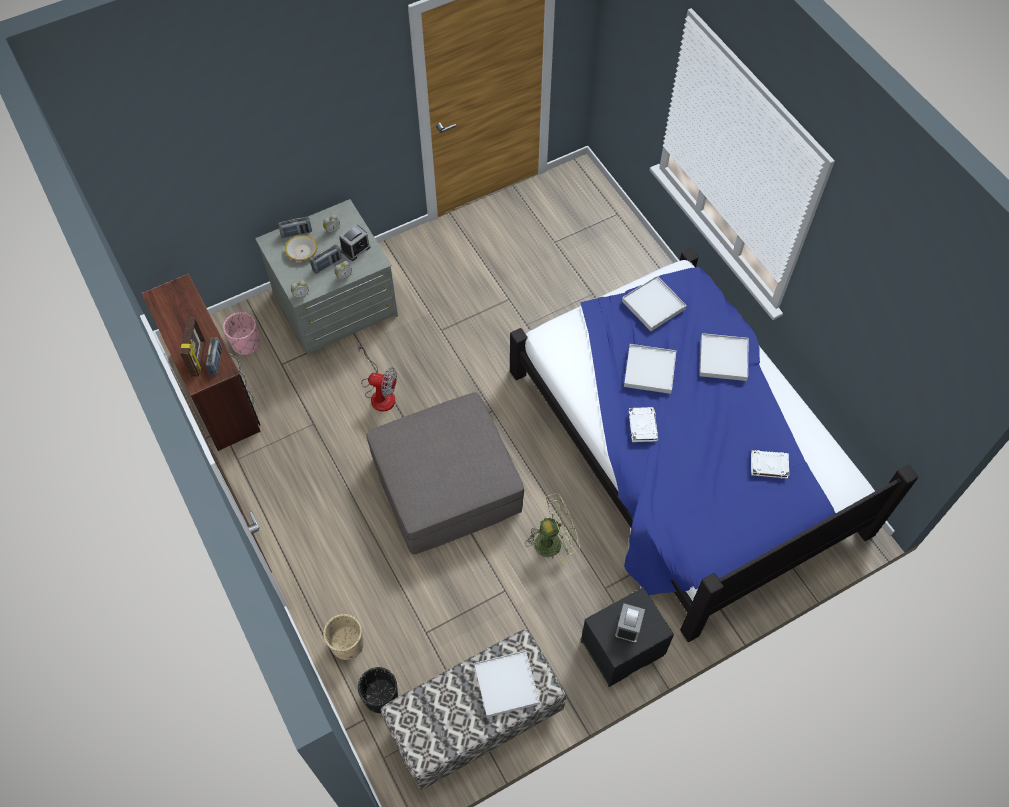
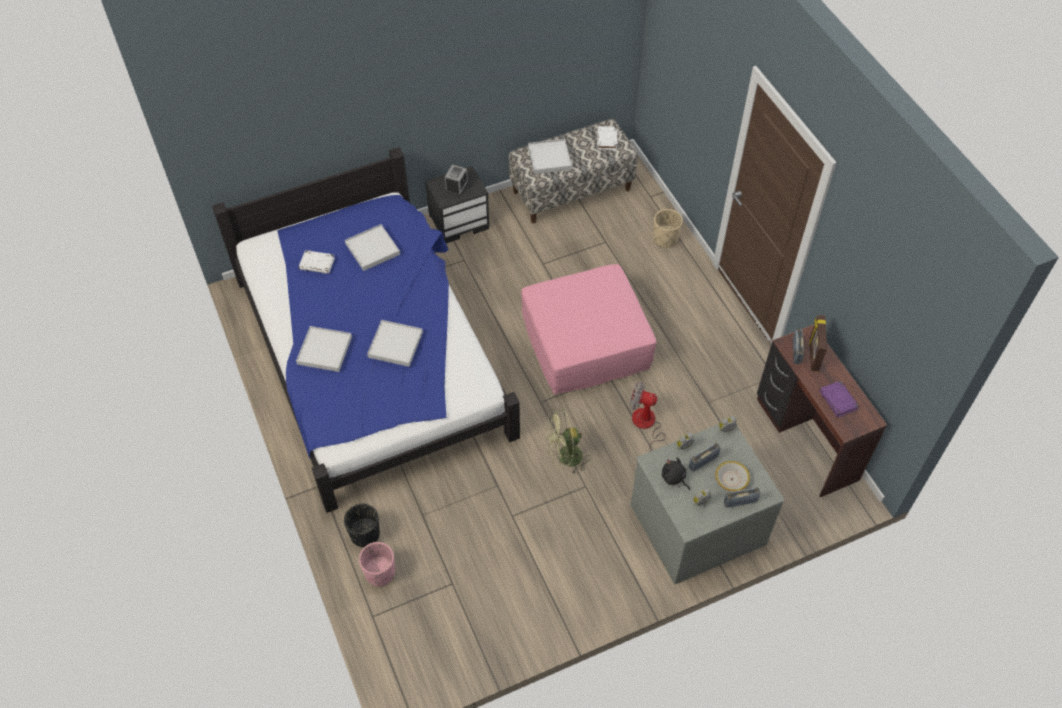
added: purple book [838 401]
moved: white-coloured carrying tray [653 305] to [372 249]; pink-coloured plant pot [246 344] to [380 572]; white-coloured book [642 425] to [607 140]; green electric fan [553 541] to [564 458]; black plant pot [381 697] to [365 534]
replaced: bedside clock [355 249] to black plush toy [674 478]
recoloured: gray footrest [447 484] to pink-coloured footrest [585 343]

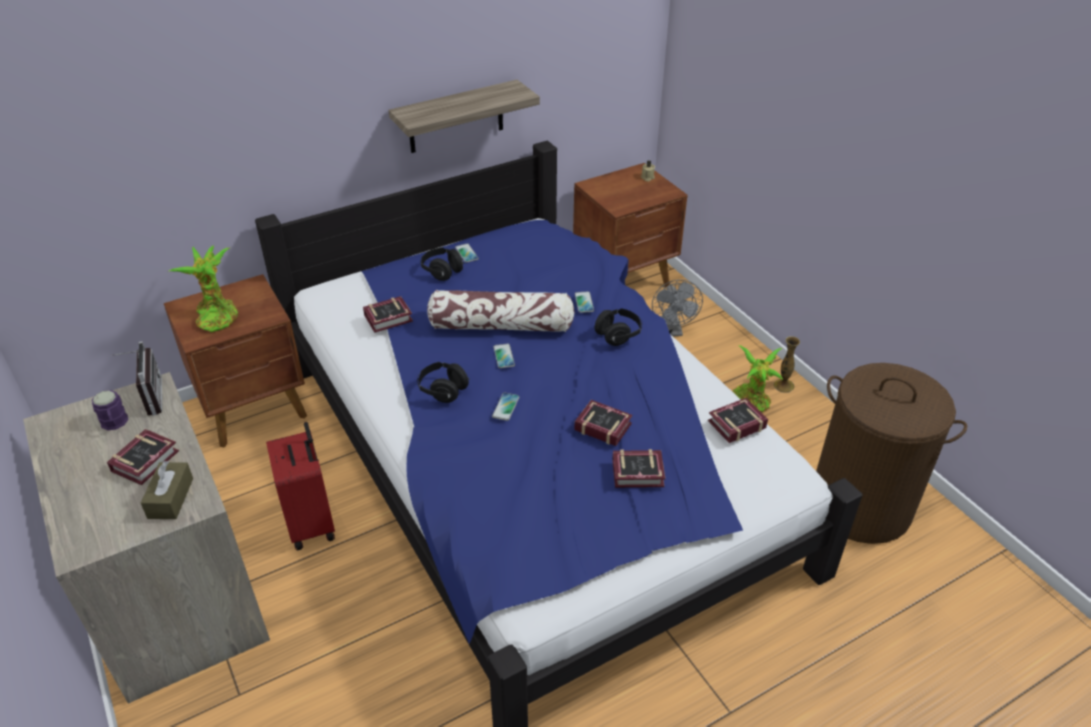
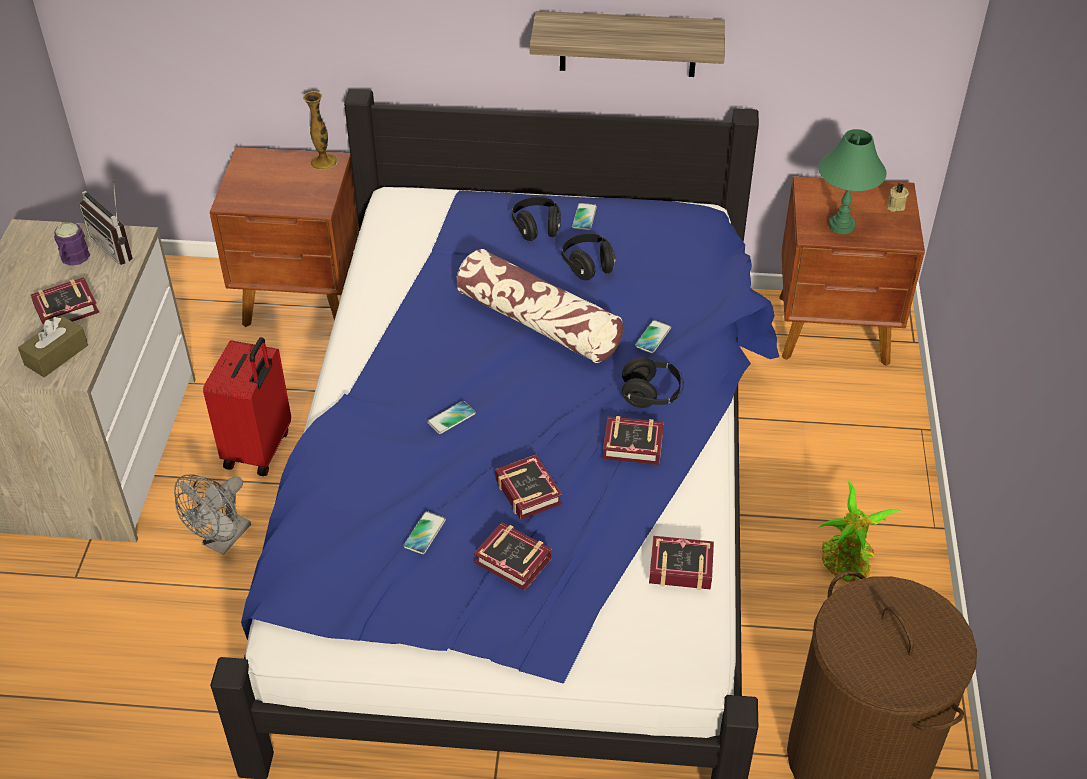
removed: houseplant [216 316]
added: green lamp for a table [841 225]
moved: gray electric fan [672 331] to [222 541]; book [390 318] to [635 447]; decorative vase [783 386] to [324 162]; telephone [504 356] to [424 533]; black pair of headphones [443 390] to [588 266]
turned: radio [147 398] = [118 246] 120 degrees clockwise

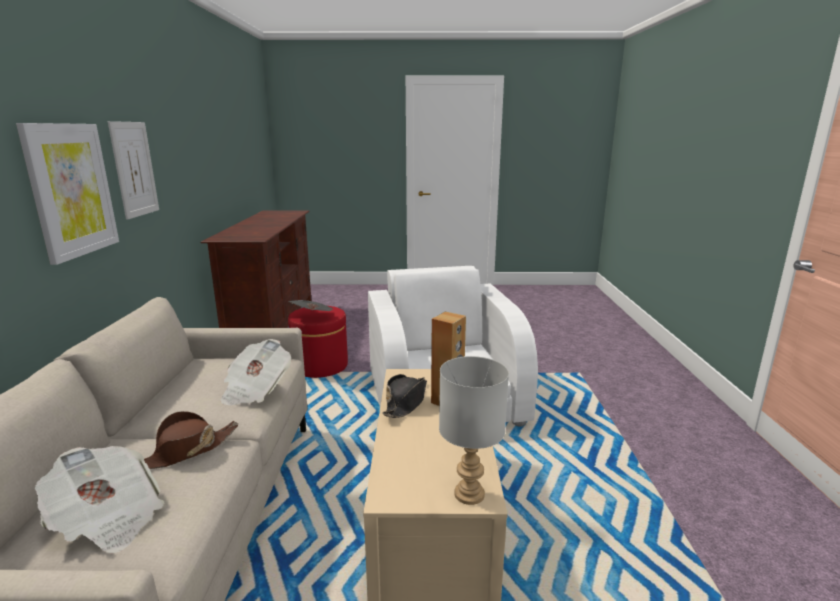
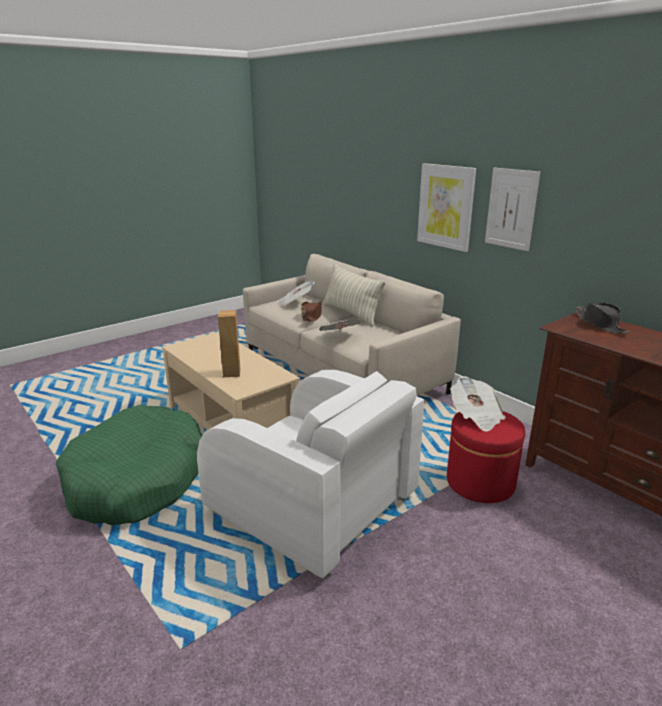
removed: gray lamp for a table [468 493]
added: pillow [351 314]; green dog bed [137 480]
moved: black clothing hat [406 402] to [600 324]

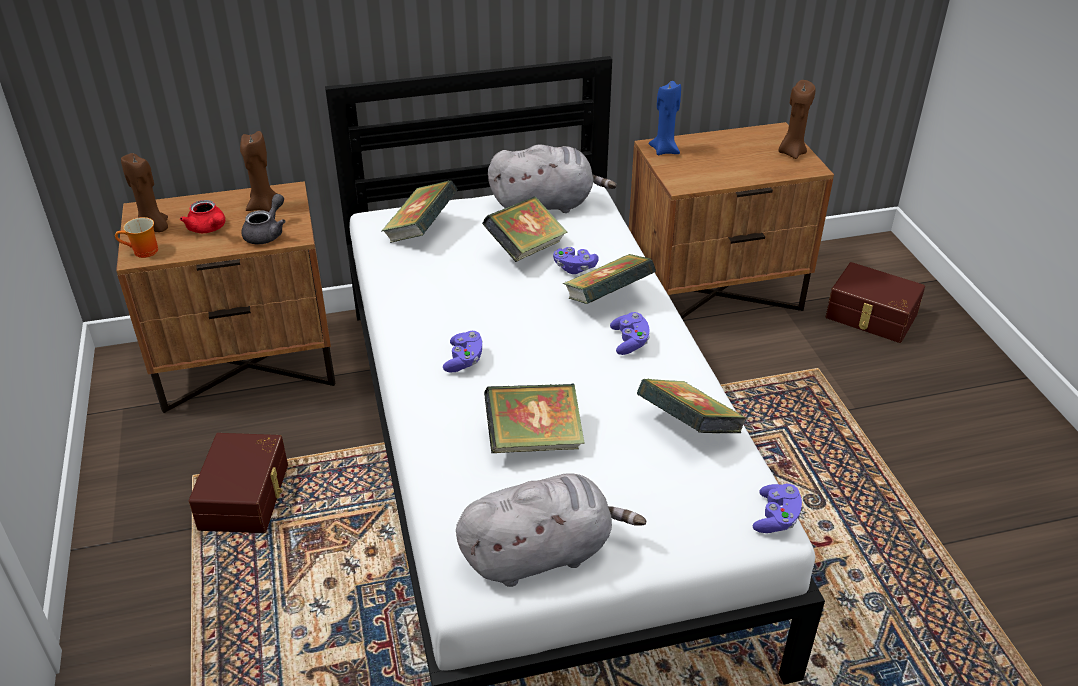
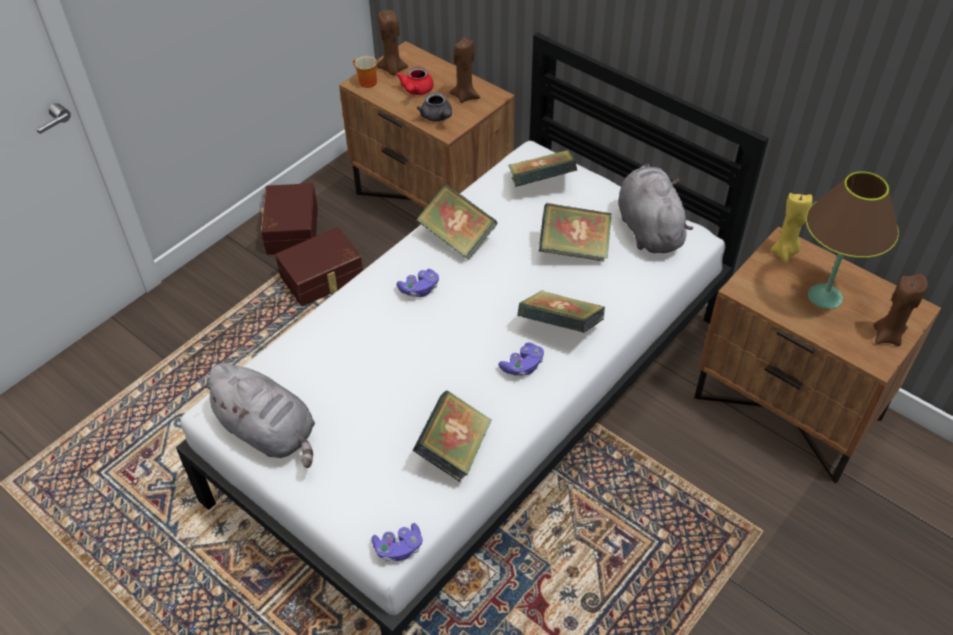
removed: purple gamepad [574 268]
added: brownish lamp for a table [824 296]
moved: brownish storage box [870 317] to [290 230]; book [534 440] to [457 238]
recoloured: blue wax light [664 150] to yellow wax light [785 252]
turned: gray plush toy [546 205] = [648 228] 150 degrees counterclockwise; gray teapot [267 233] = [437 117] 75 degrees clockwise

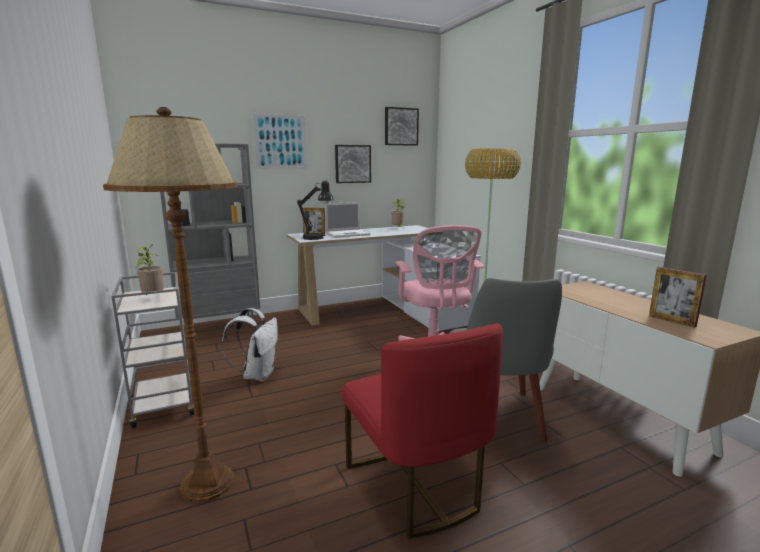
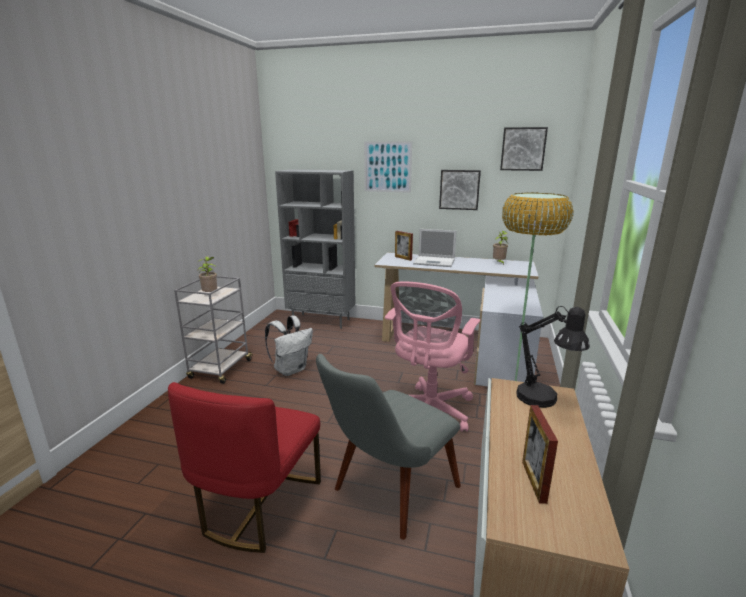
removed: brownish floor lamp [208 483]
moved: black lamp for a table [317 238] to [543 401]

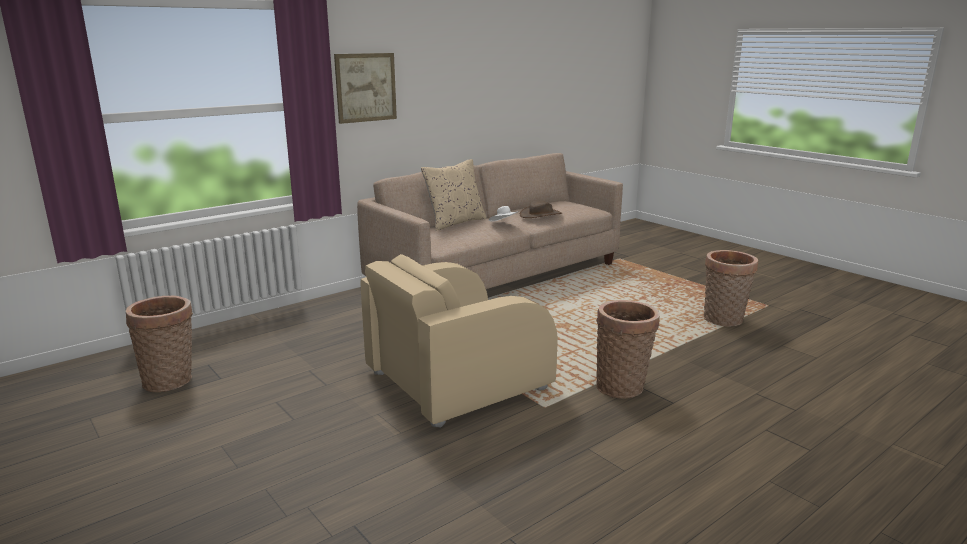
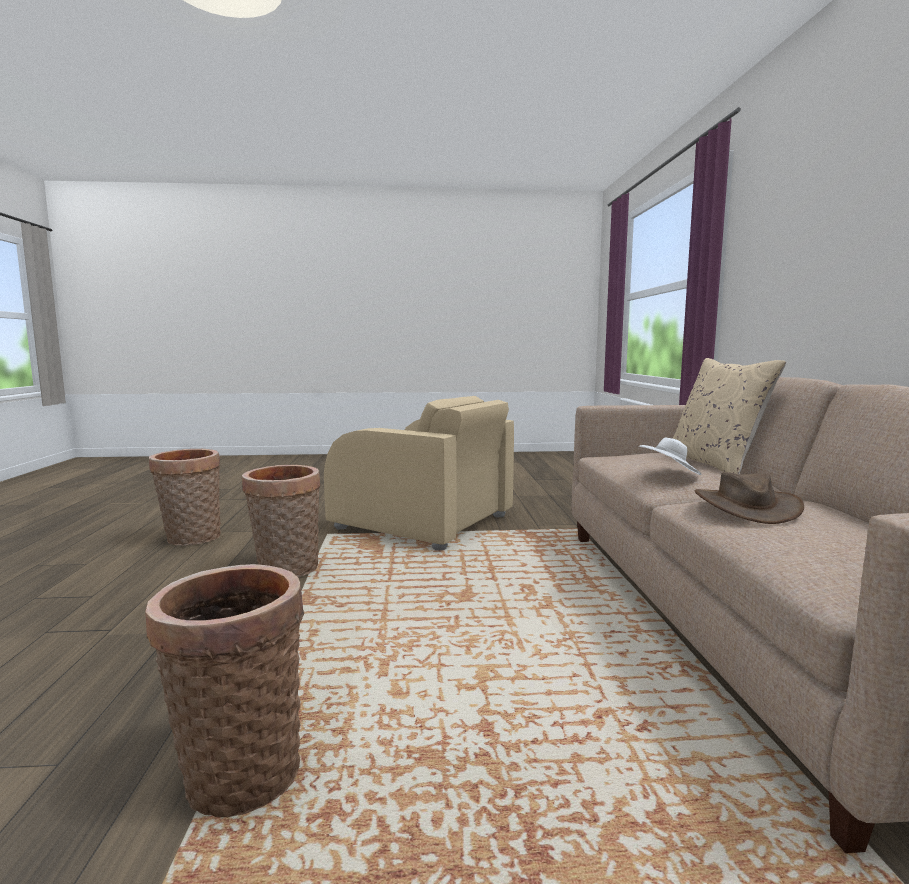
removed: wall art [366 87]
moved: basket [171 380] to [191 539]
turned: beige-coloured armchair [456 381] = [424 522] 120 degrees clockwise

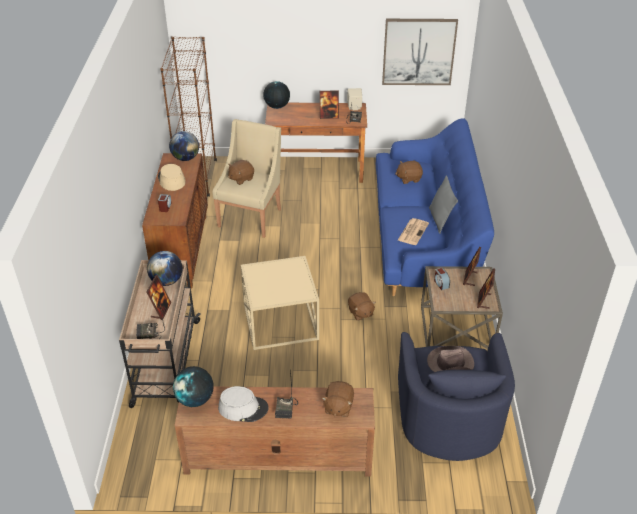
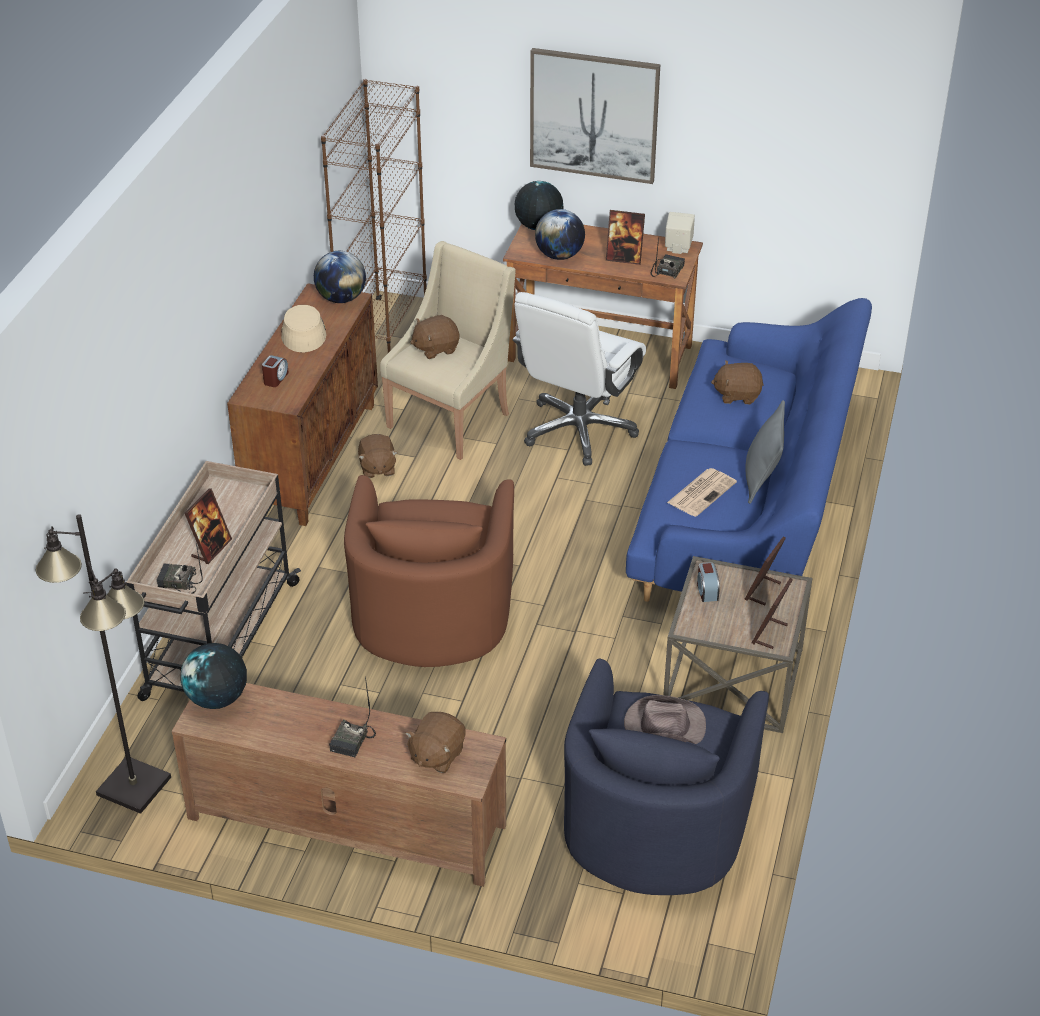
removed: gray clothing hat [243 408]
added: white-coloured office chair [578 430]; black floor lamp [134 785]
moved: wall art [418 52] to [594 115]; globe [166 281] to [559 256]; brownish plush toy [360 313] to [377 468]
replaced: beige-coloured side table [280 322] to brownish armchair [431 609]

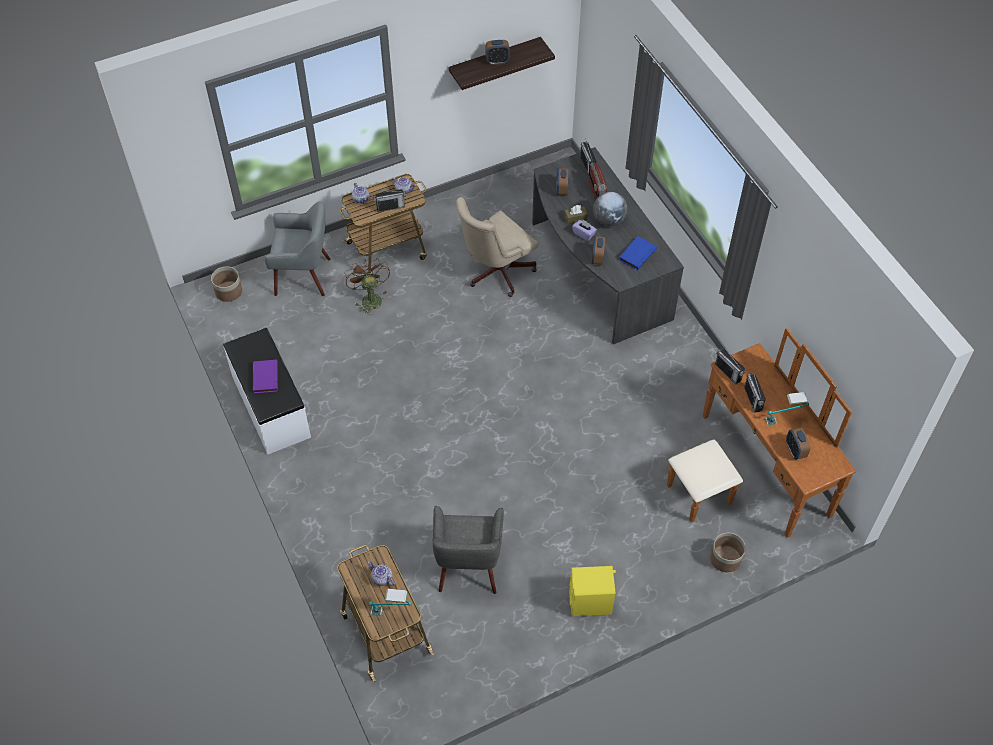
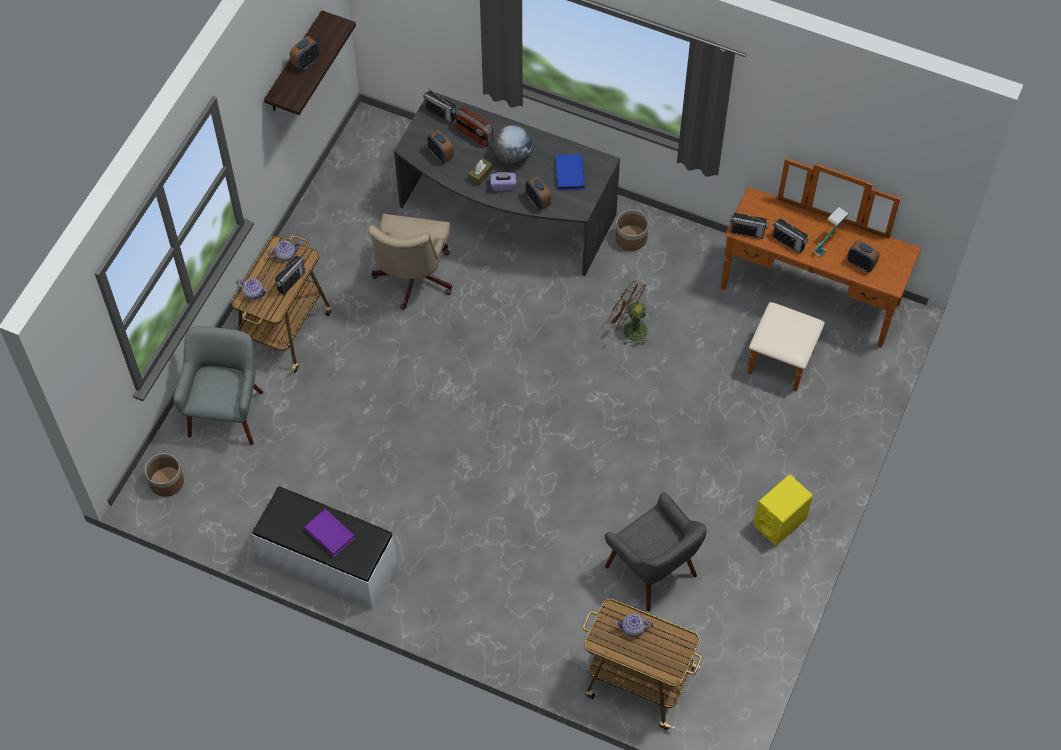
removed: lamp for a table [392 612]
moved: brownish electric fan [369 298] to [629 328]; plant pot [725 558] to [630 238]
turned: gray armchair [303 276] = [227 413] 45 degrees counterclockwise

